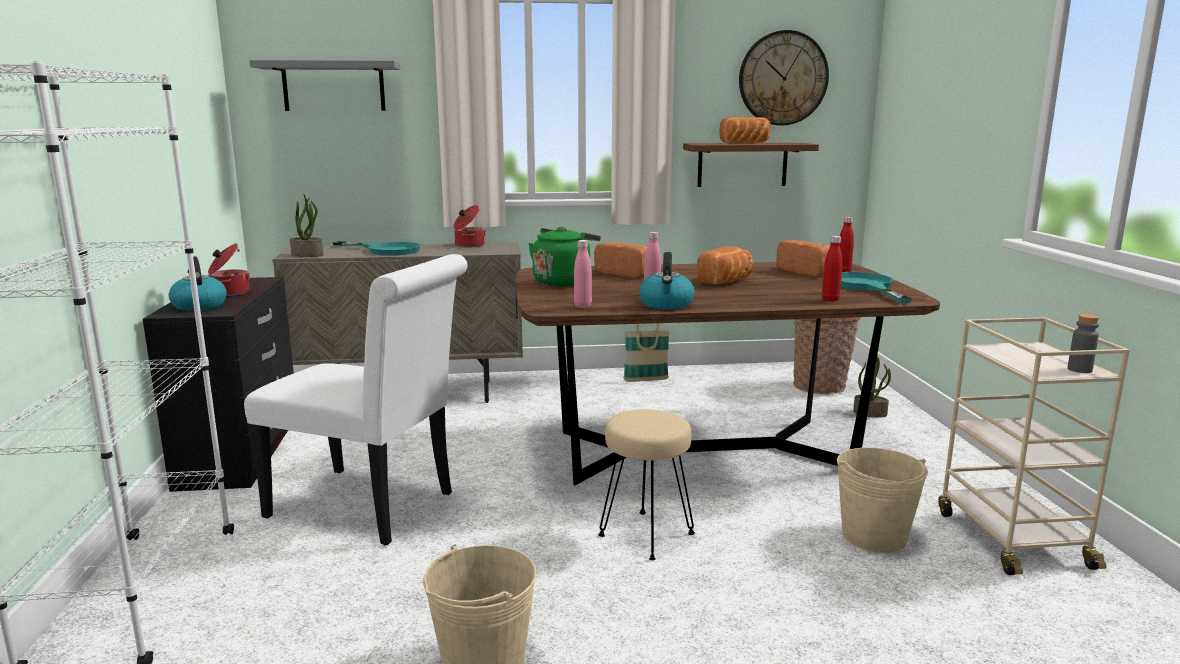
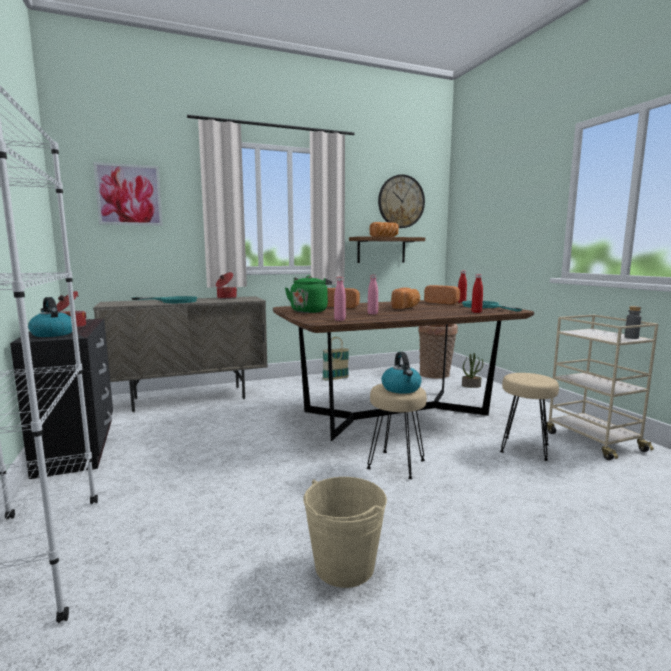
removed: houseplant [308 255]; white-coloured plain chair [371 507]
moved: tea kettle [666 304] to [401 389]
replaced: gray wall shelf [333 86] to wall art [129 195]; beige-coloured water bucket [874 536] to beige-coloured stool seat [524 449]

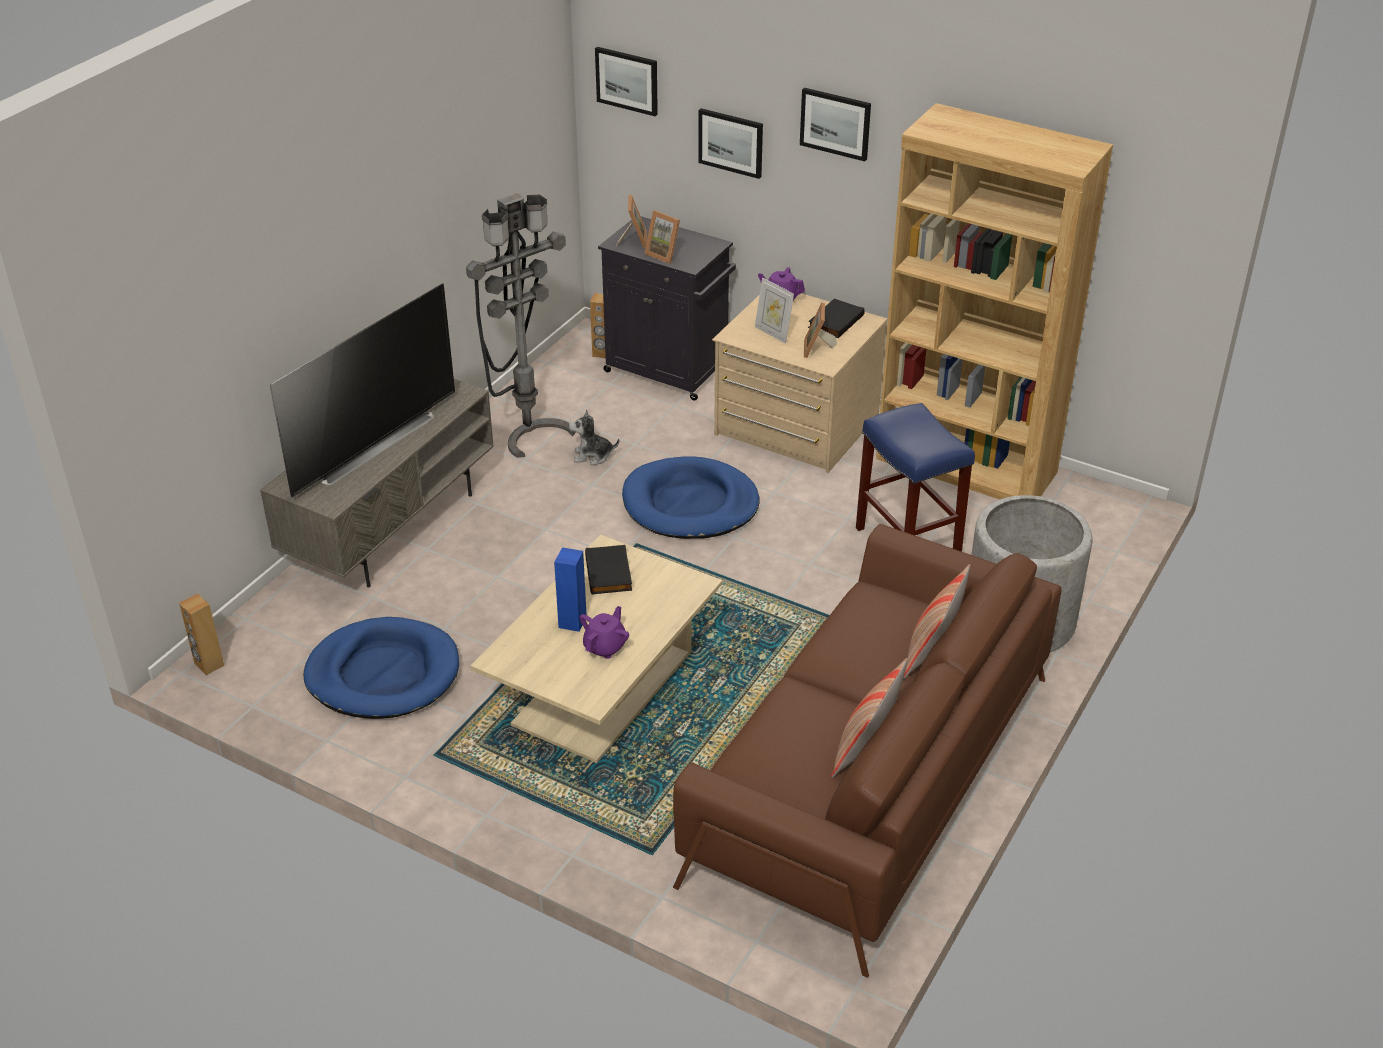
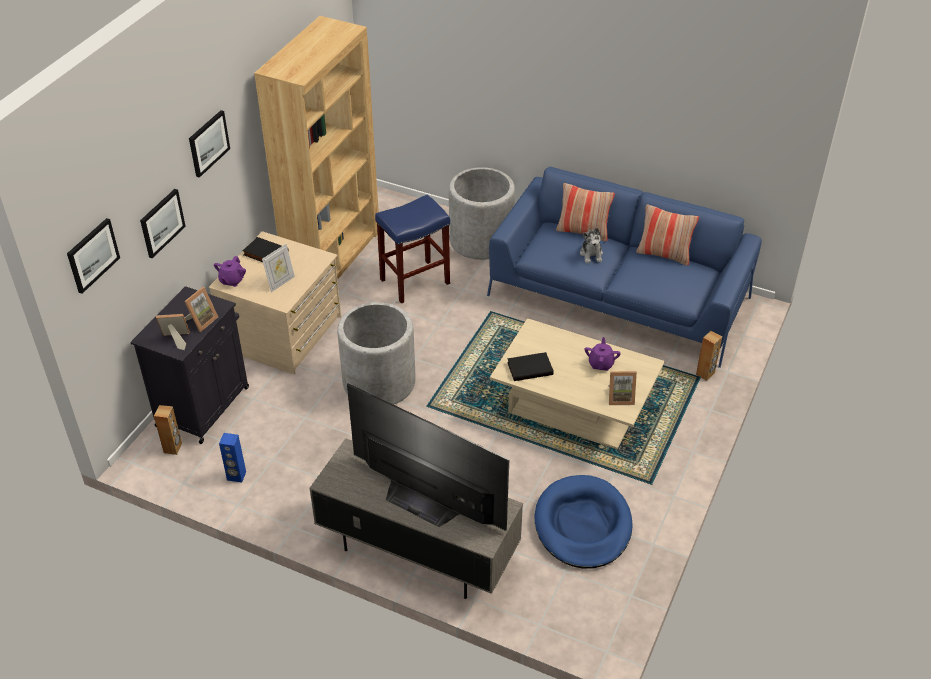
removed: gray floor lamp [530 431]
moved: standing frame [817 349] to [620 397]; plush toy [592 456] to [591 254]; blue speaker [572 622] to [236 476]; brownish speaker [209 665] to [705 374]
replaced: blue dog bed [690 504] to gray plant pot [379 382]
recoloured: brownish settee [870 777] to blue settee [619 296]
turned: purple teapot [605 647] = [601 364] 75 degrees clockwise

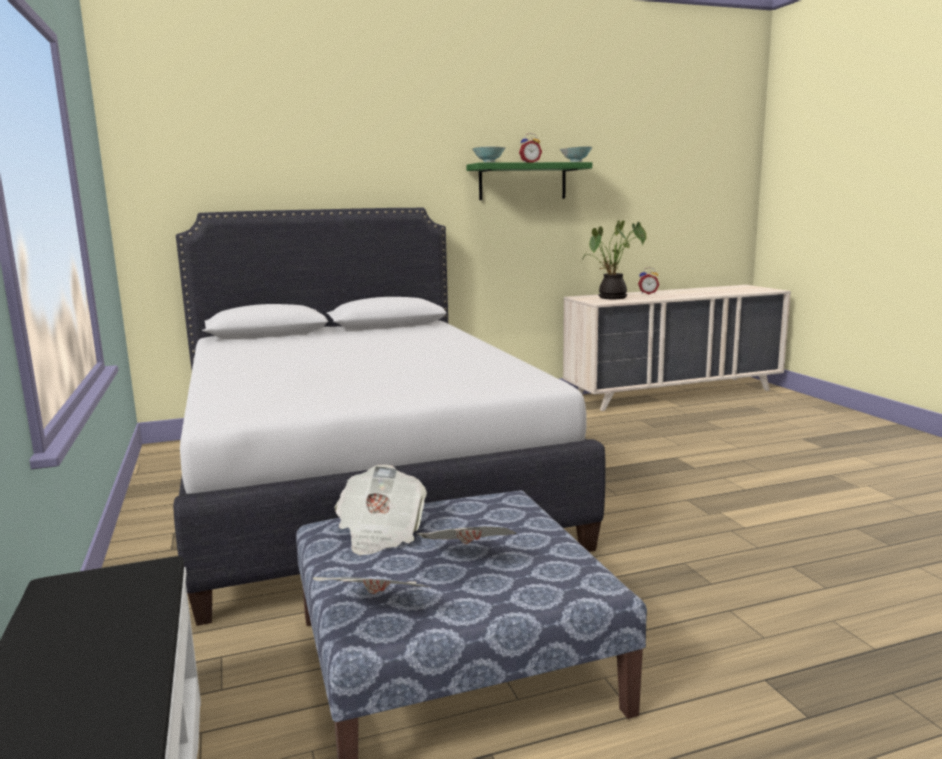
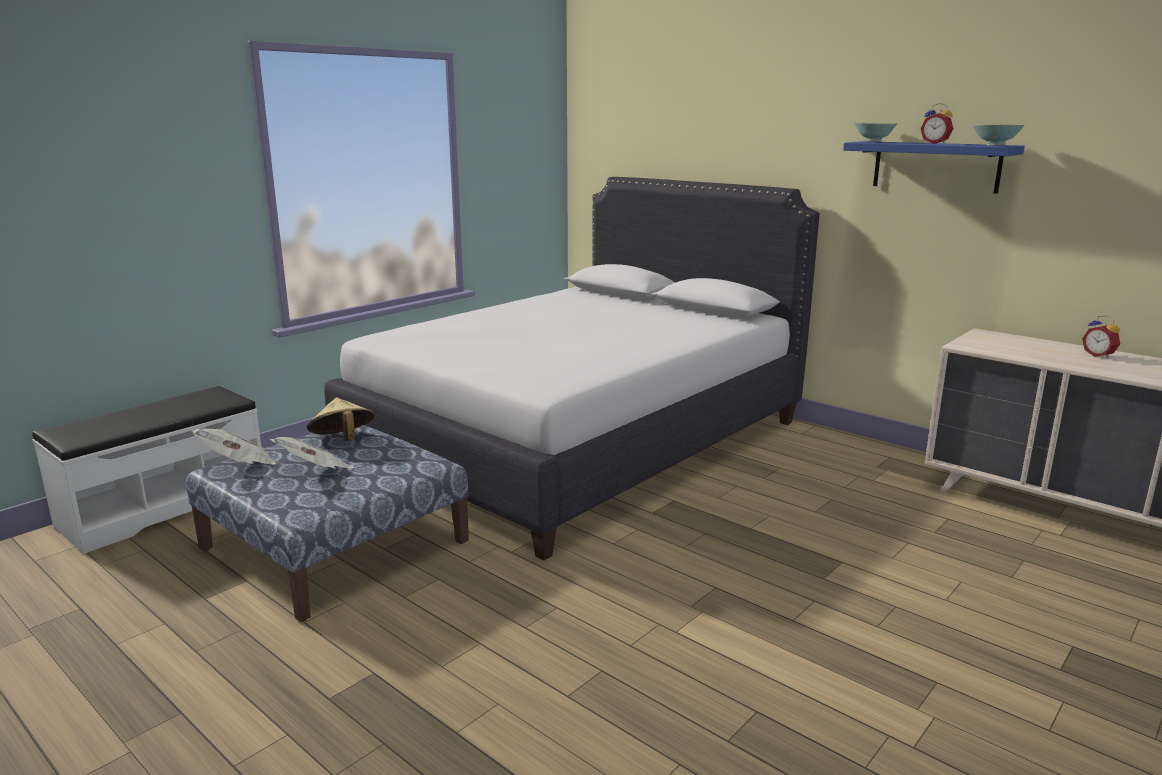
removed: houseplant [612 298]
replaced: printed paper [380 533] to beige-coloured clothing hat [342 441]
recoloured: green wall shelf [522 182] to blue wall shelf [936 166]

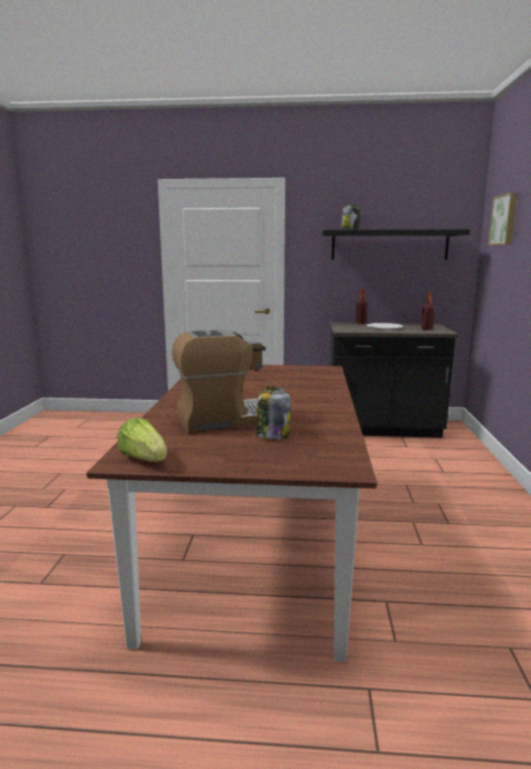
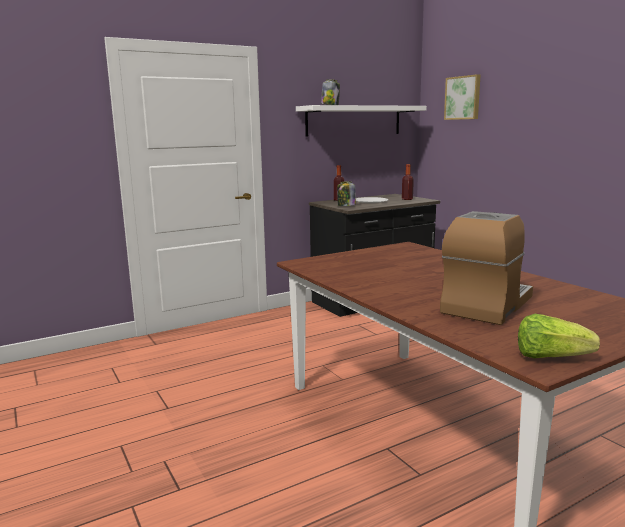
moved: storage jar [272 435] to [346 206]
recoloured: black wall shelf [389 245] to white-coloured wall shelf [354 121]

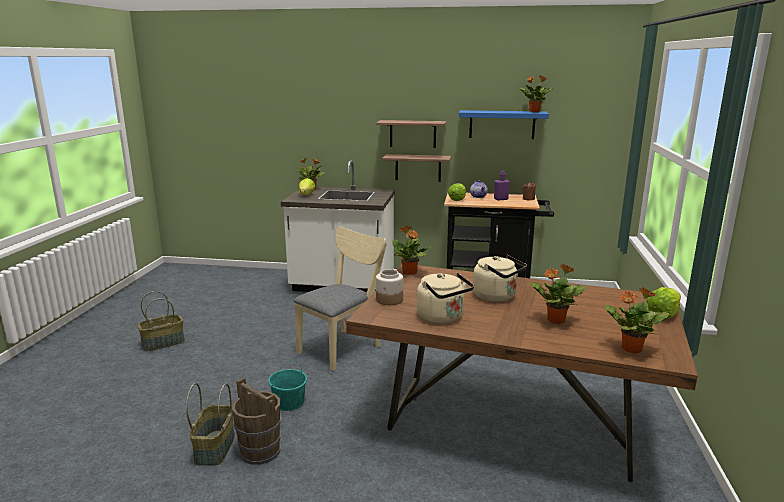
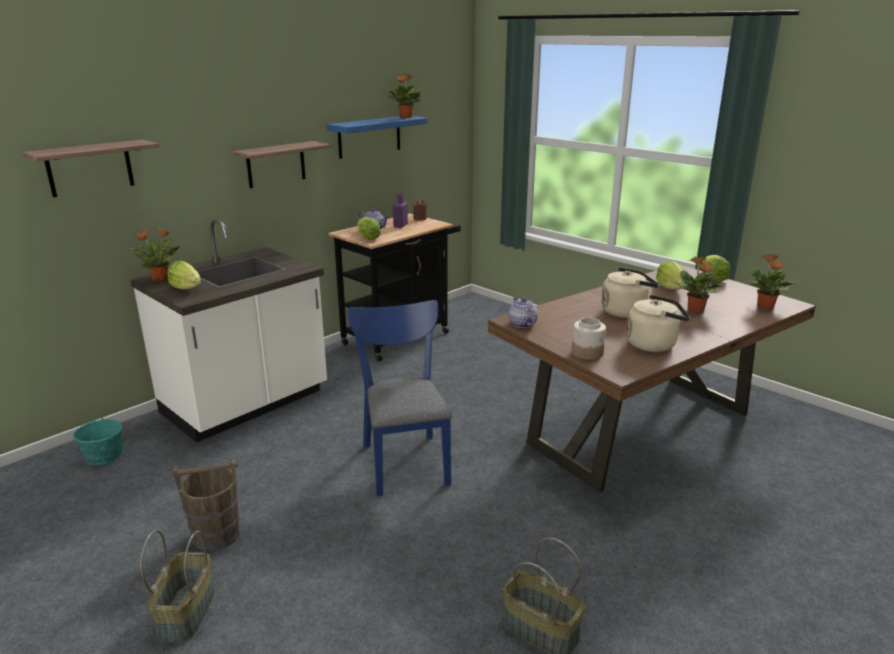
added: lettuce head [671 288]
moved: wall shelf [418 167] to [90 168]; blue-green water bucket [289 402] to [104 456]; brownish water bucket [260 451] to [216 534]
replaced: houseplant [409 273] to teapot [522 324]
recoloured: beige-coloured plain chair [343 346] to blue plain chair [404 458]

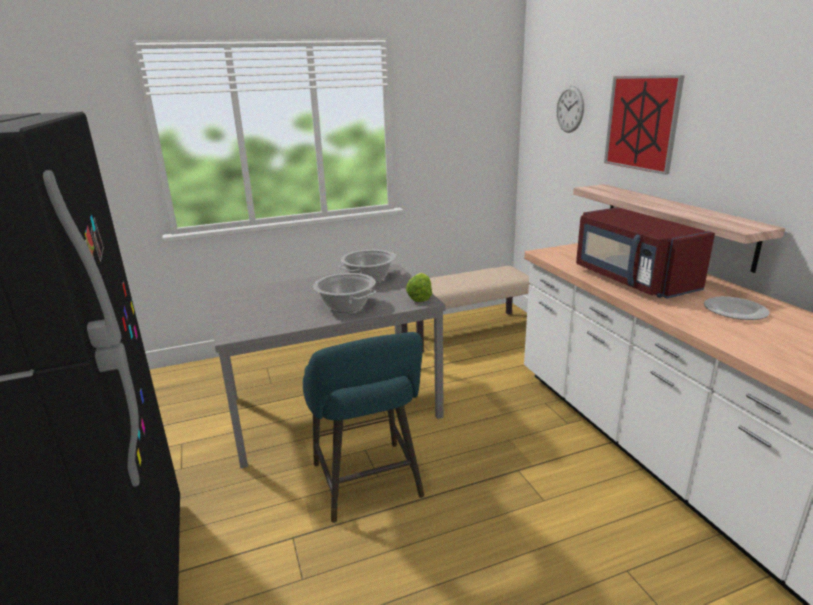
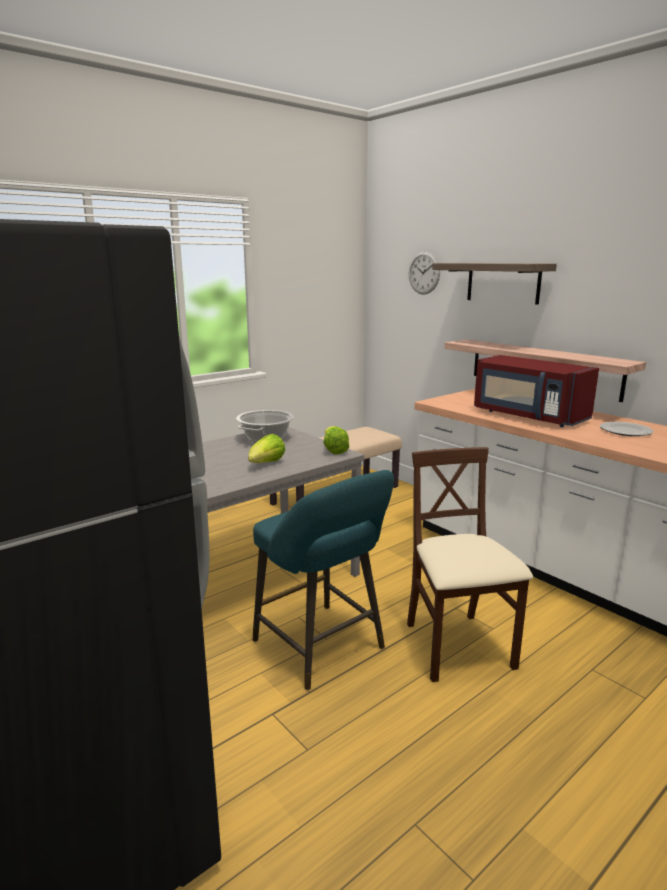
added: beige-coloured plain chair [457 647]
replaced: wall art [642 123] to wall shelf [503 282]; stockpot [346 306] to lettuce head [266 464]

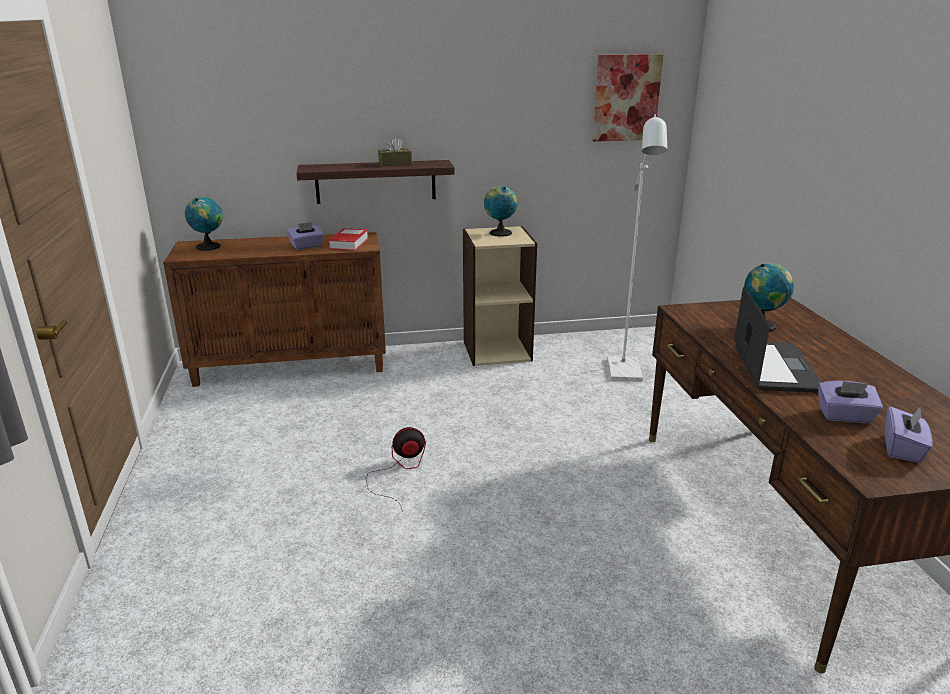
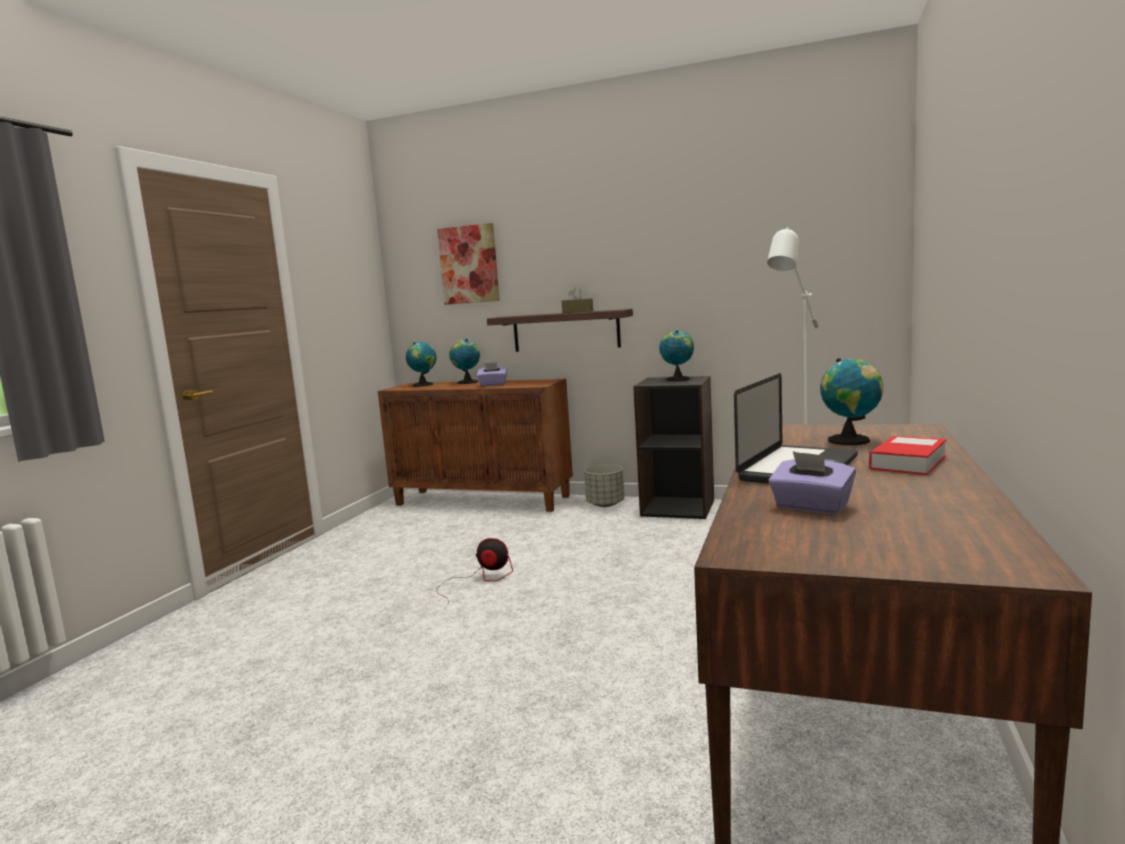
removed: purple tissue holder [902 449]
added: globe [466 382]; gray plant pot [605 504]
moved: wall art [626 98] to [469 264]; book [349 243] to [908 462]
recoloured: beige-coloured bookshelf [497 350] to black bookshelf [678 507]

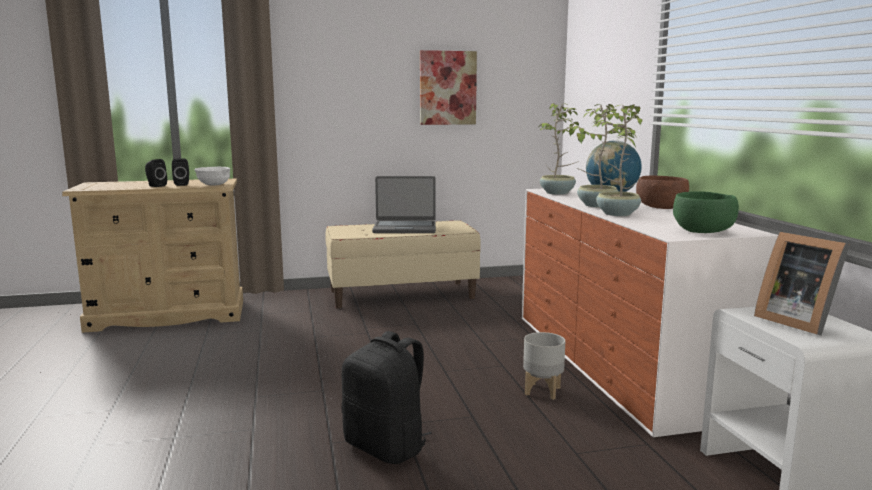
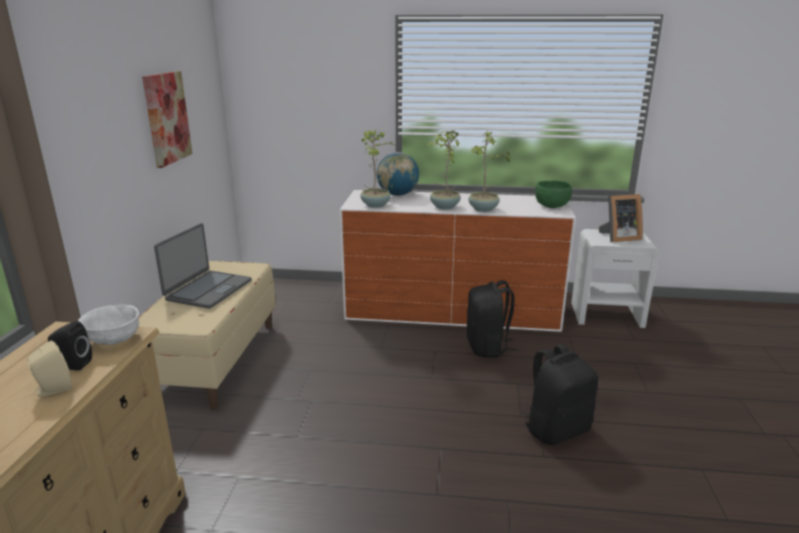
removed: brownish bowl [660 208]
replaced: gray plant pot [542 391] to black knapsack [488 347]
recoloured: black speaker [155 186] to beige-coloured speaker [53 390]

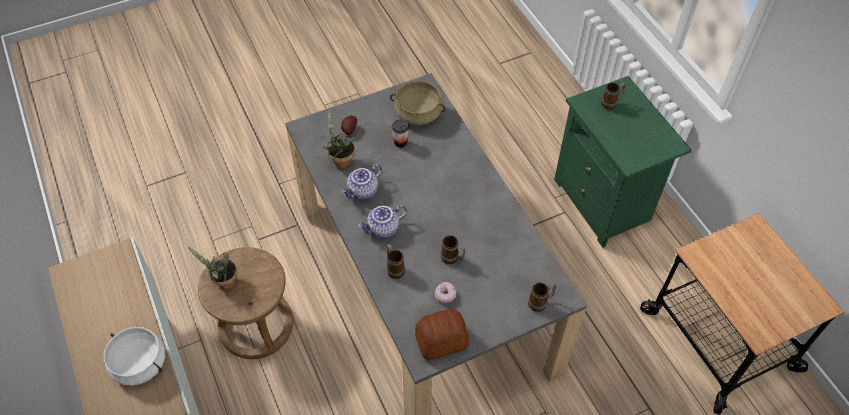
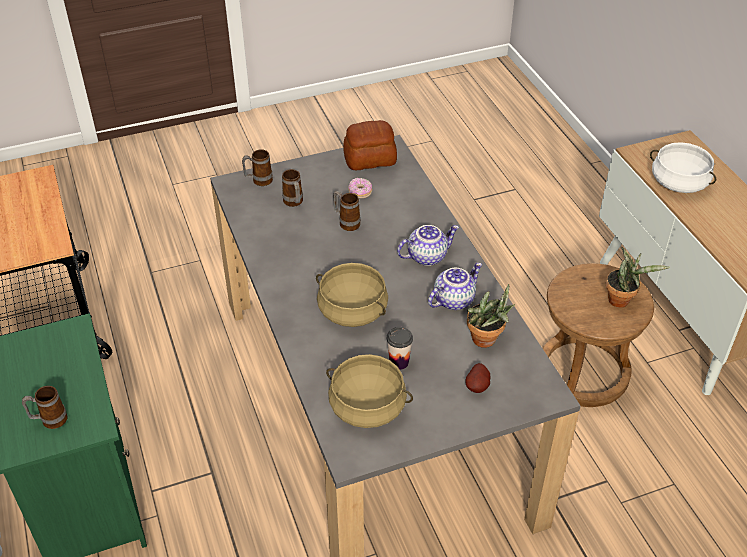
added: beige-coloured stockpot [352 311]
moved: tea mug [394 268] to [294 203]

